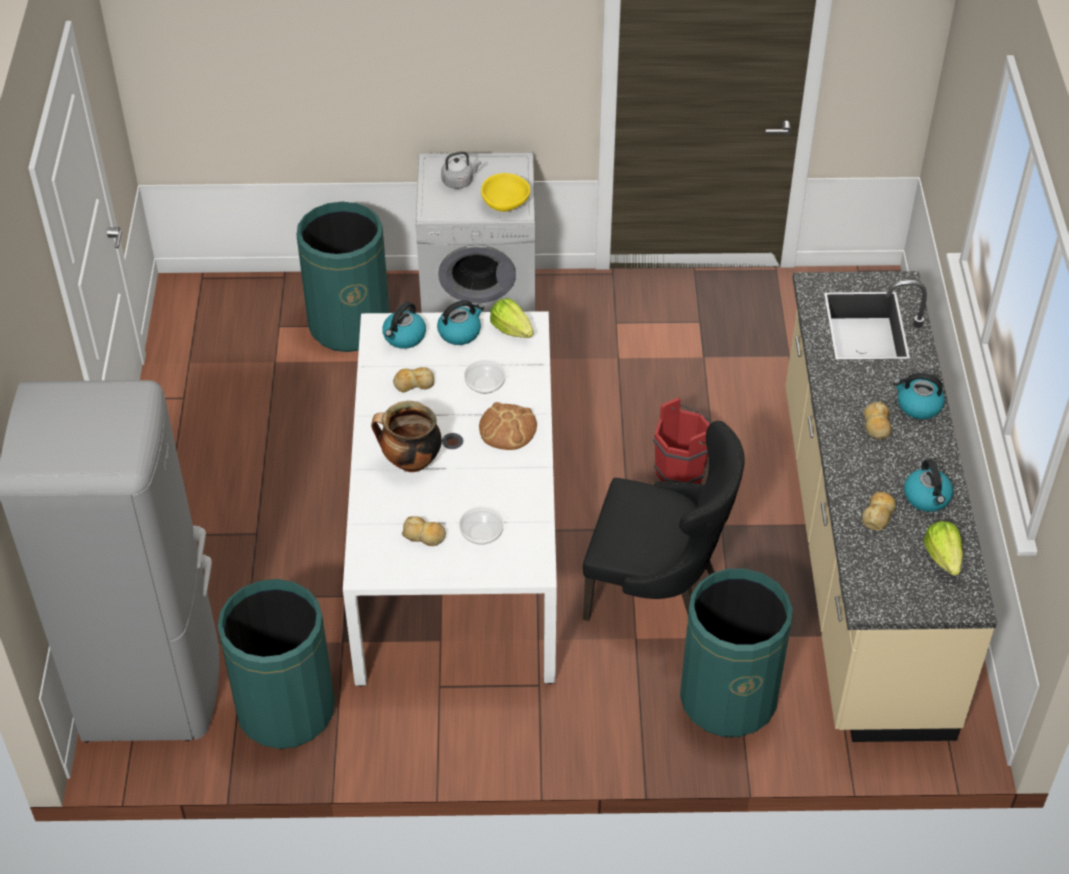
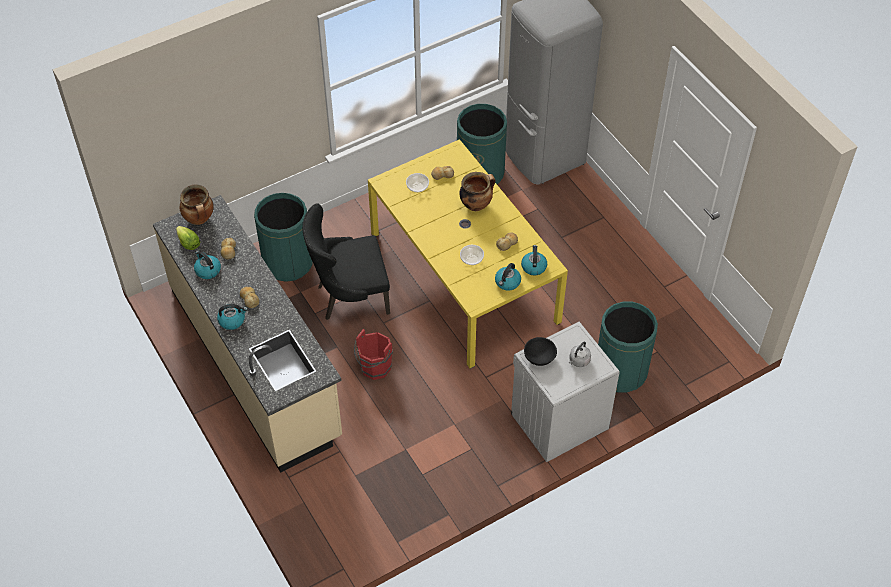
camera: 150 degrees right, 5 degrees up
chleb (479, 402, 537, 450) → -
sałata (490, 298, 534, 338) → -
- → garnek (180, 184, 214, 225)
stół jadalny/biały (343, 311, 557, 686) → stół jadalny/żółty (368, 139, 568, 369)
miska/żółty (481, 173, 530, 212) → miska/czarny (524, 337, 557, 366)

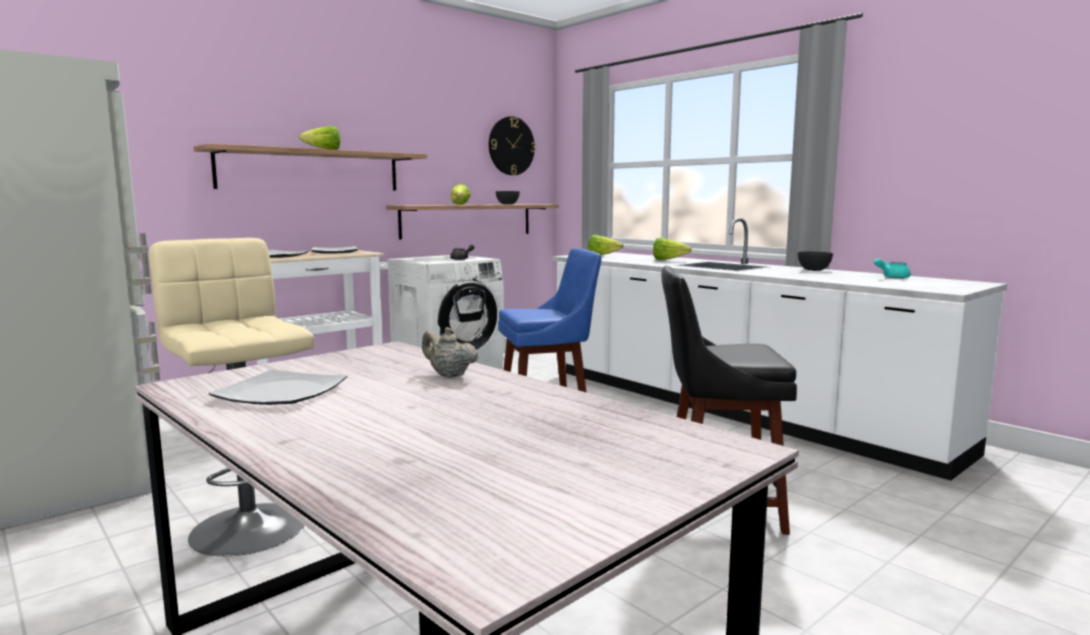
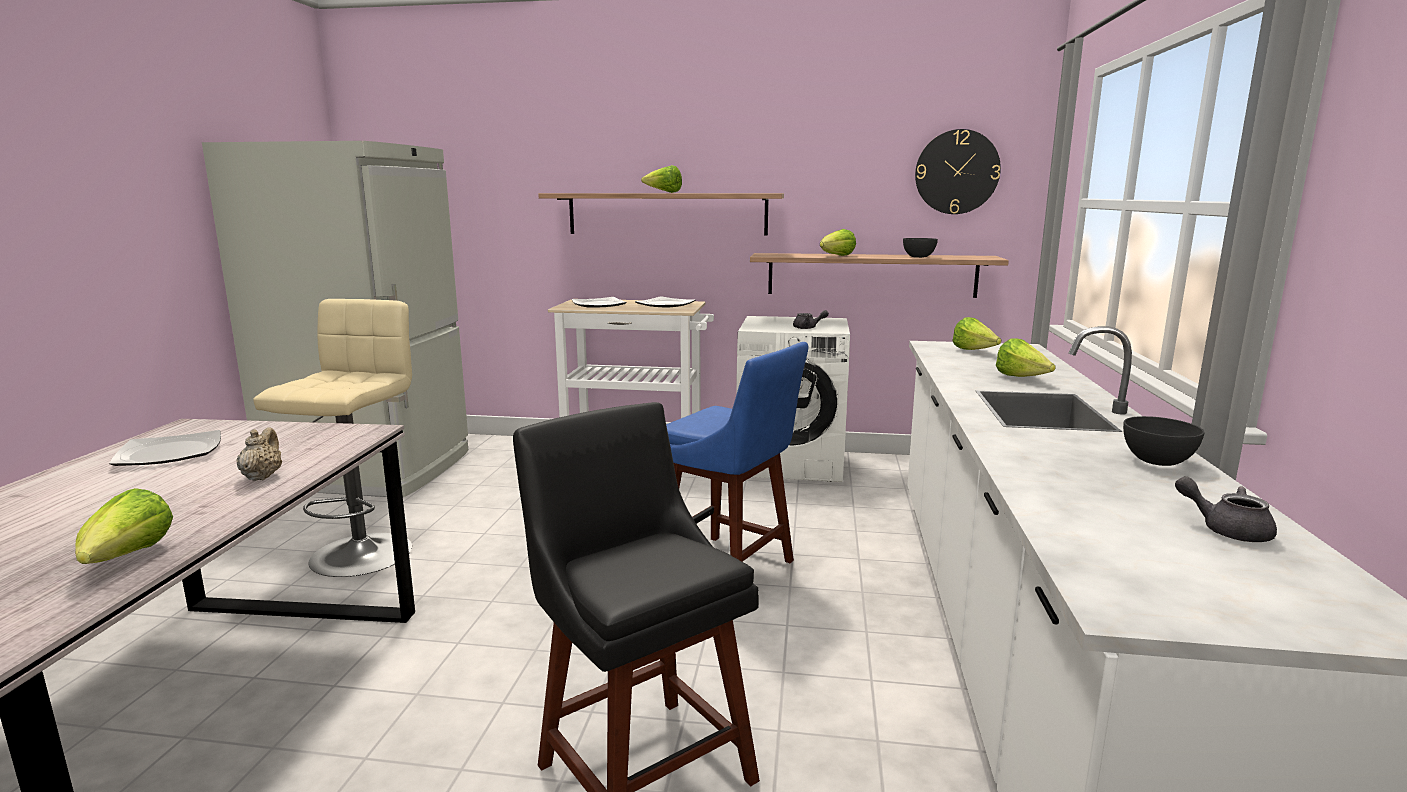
camera: 50 degrees right, 5 degrees up
- → sałata (75, 488, 173, 564)
imbryk/turkusowy (874, 258, 911, 279) → imbryk/szary (1175, 476, 1277, 542)

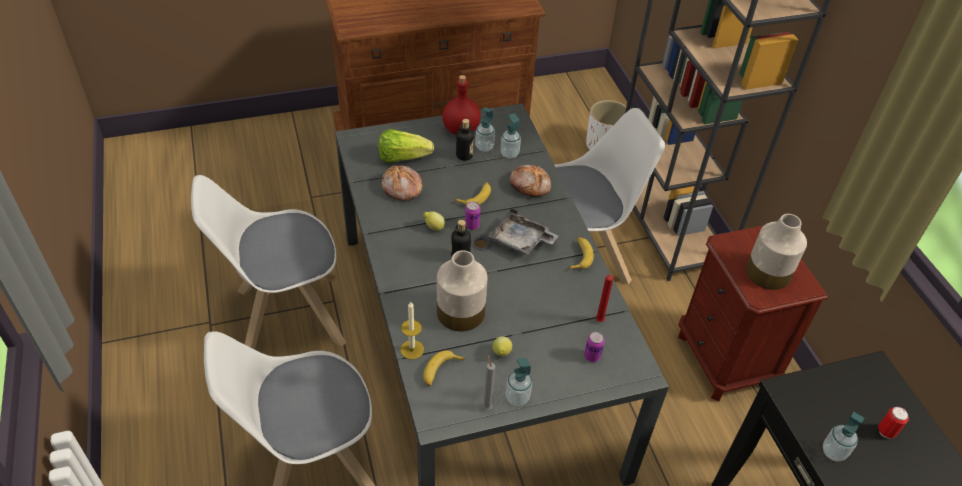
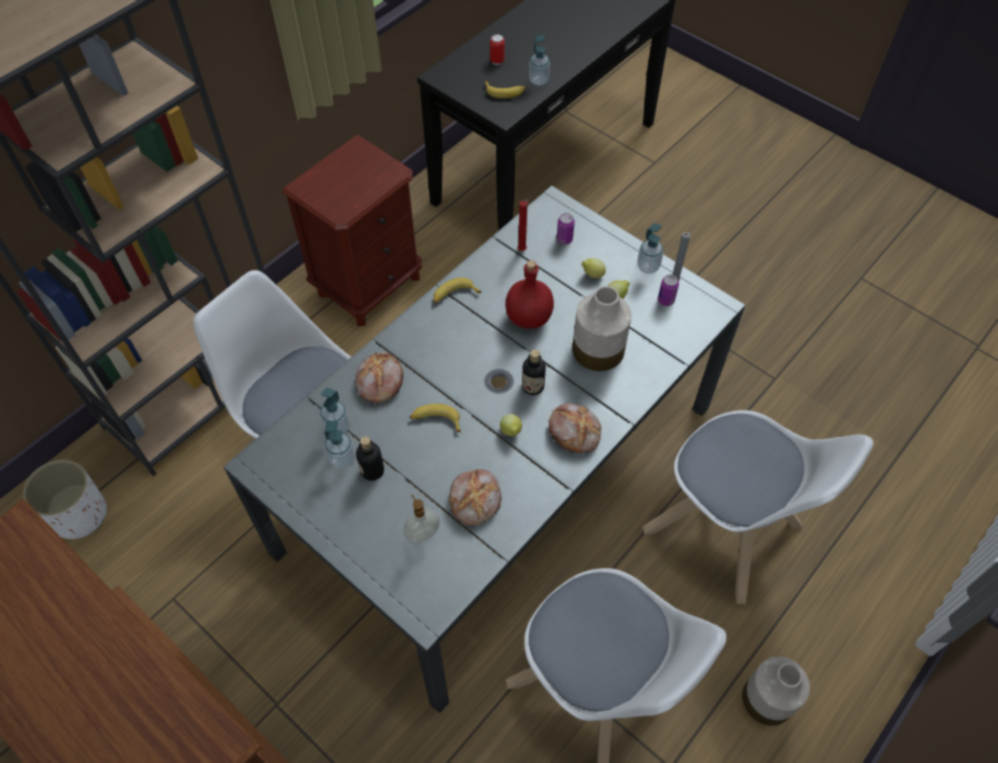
camera: 120 degrees left, 10 degrees up
świeca (400, 302, 424, 359) → -
taca/szary (488, 208, 559, 255) → -
- → chleb (548, 403, 601, 453)
- → cytryna (581, 258, 606, 278)
banan (423, 350, 465, 386) → banan (484, 81, 526, 99), move
butelka/czerwony (442, 75, 481, 135) → butelka/czerwony (505, 260, 554, 329), move
puszka (465, 201, 480, 230) → puszka (658, 274, 679, 306), move
wazon/beżowy (746, 214, 807, 290) → wazon/beżowy (742, 656, 810, 726), move
sałata (378, 129, 434, 163) → dozownik mydła (404, 495, 440, 544)

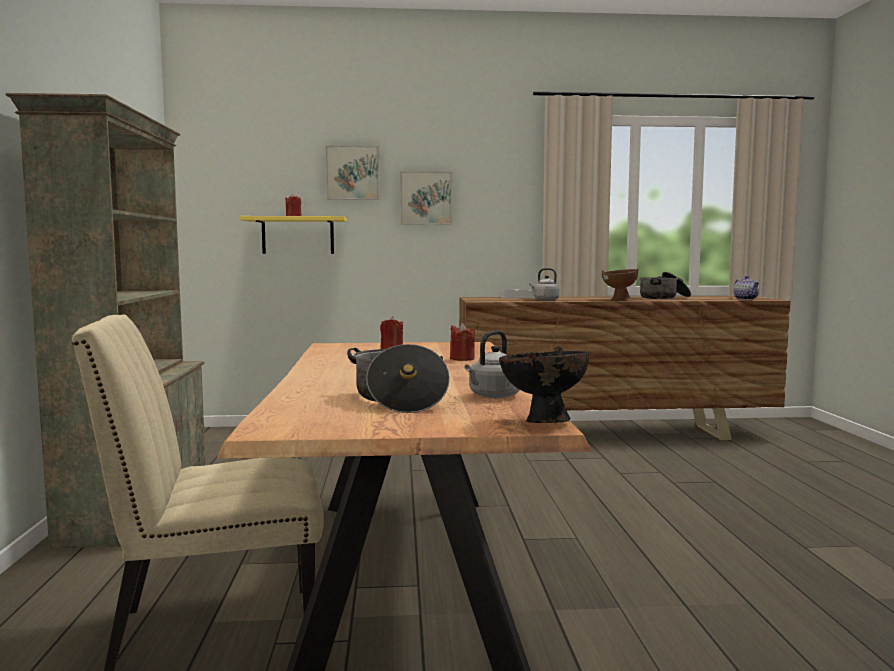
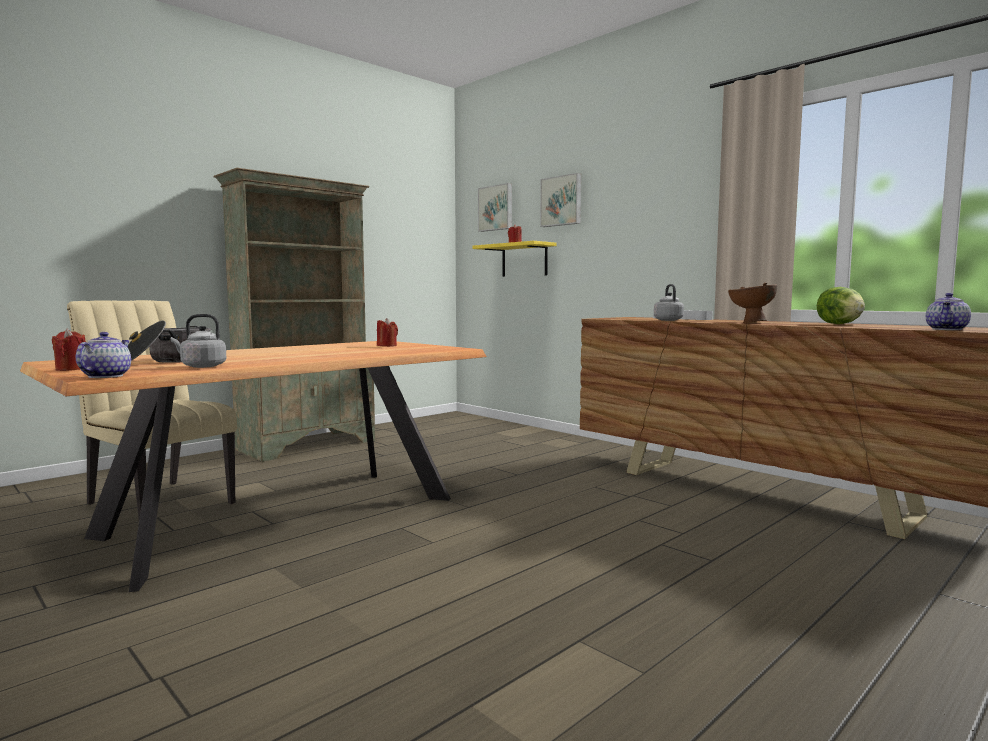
camera: 50 degrees right, 0 degrees up
obraz (400, 171, 452, 224) → obraz (478, 183, 512, 232), move
świeca/czerwony (450, 323, 475, 361) → świeca/czerwony (51, 329, 86, 371), move
miska/czarny (499, 346, 589, 423) → imbryk (76, 332, 131, 378)
garnek (639, 272, 691, 299) → sałata (817, 287, 865, 324)

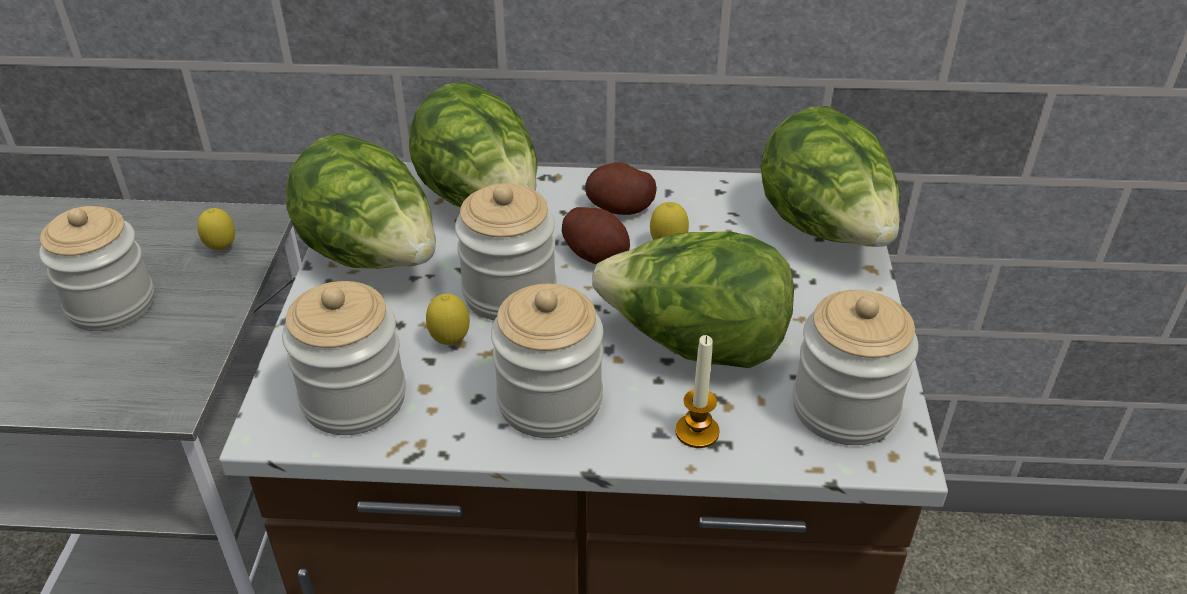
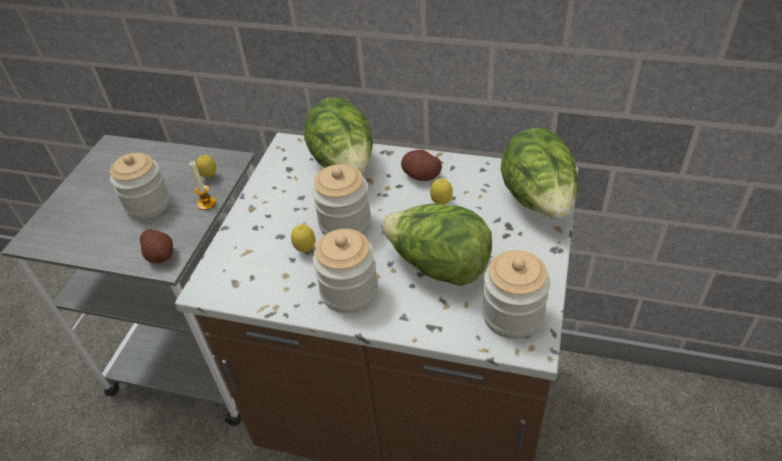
camera: 15 degrees right, 5 degrees up
słoik (282, 281, 406, 435) → -
sałata (285, 133, 436, 268) → -
ziemniak (562, 207, 630, 264) → ziemniak (140, 229, 173, 263), move
świeca (675, 335, 720, 448) → świeca (190, 161, 216, 210), move

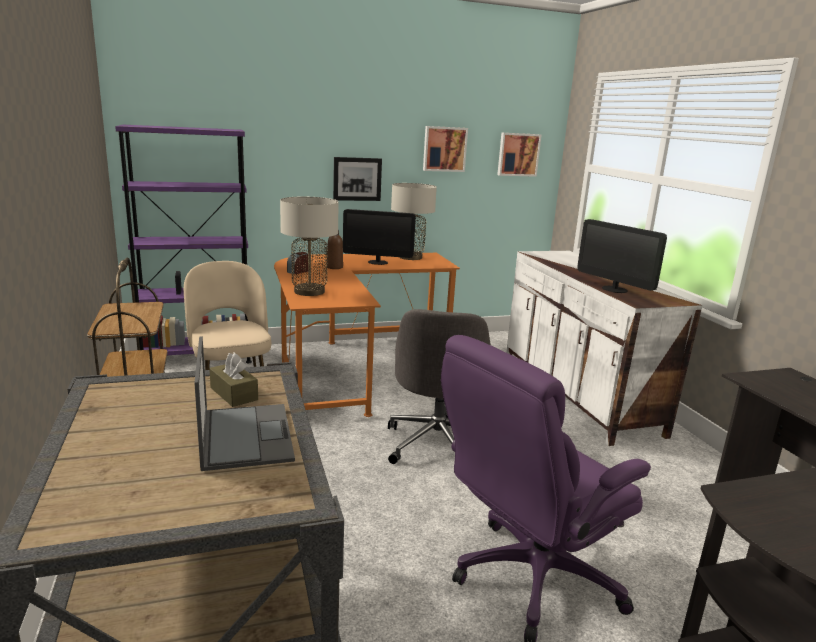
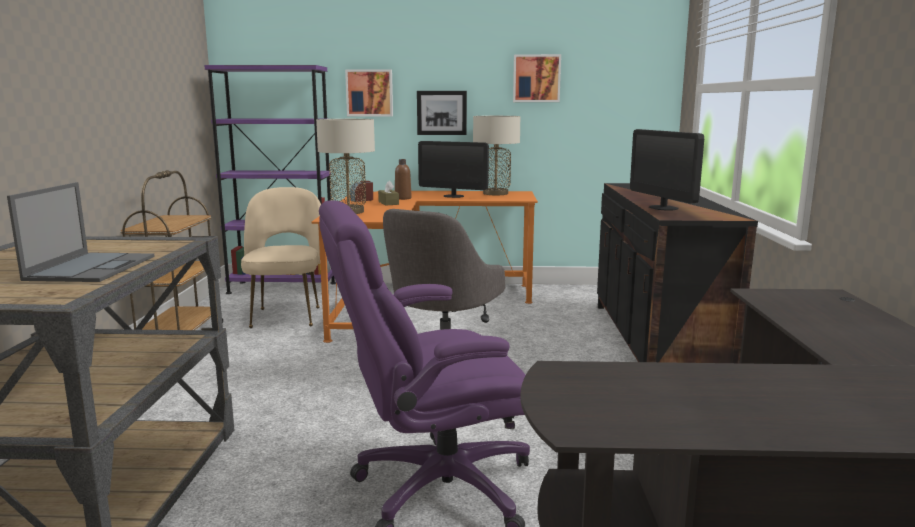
camera: 20 degrees right, 5 degrees down
pudełko chusteczek/brązowy (209, 353, 258, 407) → pudełko chusteczek/brązowy (378, 181, 399, 206), move
obraz (497, 133, 541, 177) → obraz (345, 70, 393, 116), move
szafka/biały (506, 251, 703, 446) → szafka/czarny (597, 183, 758, 363)

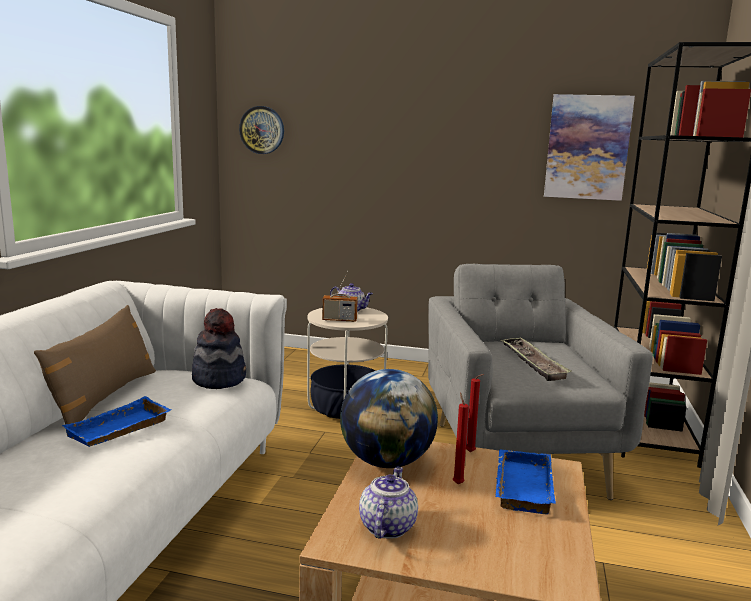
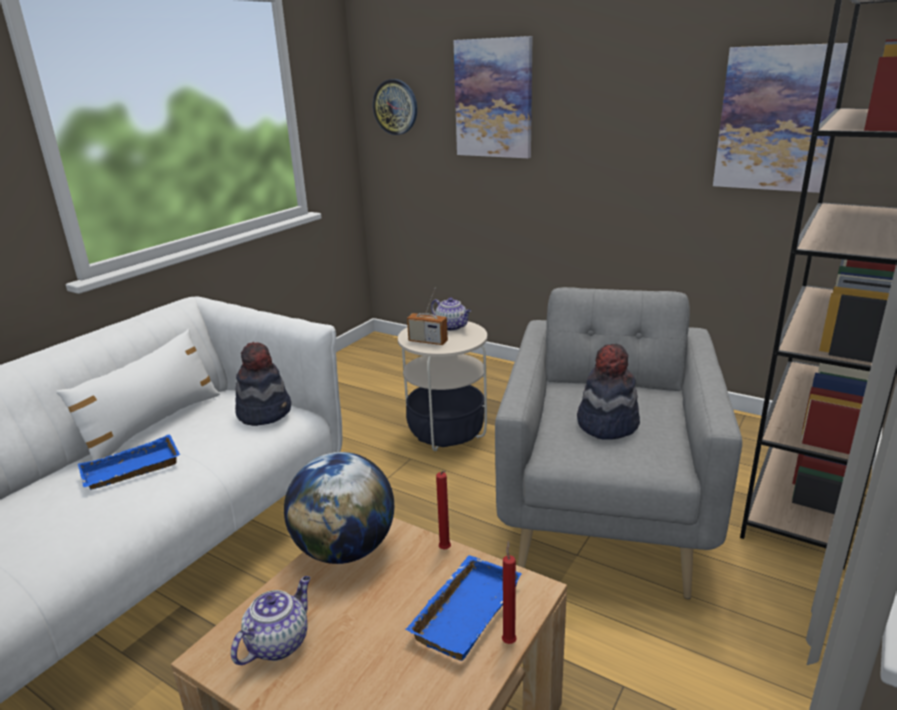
camera: 20 degrees right, 10 degrees up
- → obraz (453, 36, 532, 158)
świeca/czerwony (453, 392, 469, 484) → świeca/czerwony (502, 540, 517, 644), move
taca (501, 337, 572, 381) → kapelusz (577, 344, 640, 439)
poduszka/brązowy (34, 305, 156, 425) → poduszka/biały (56, 329, 220, 461)

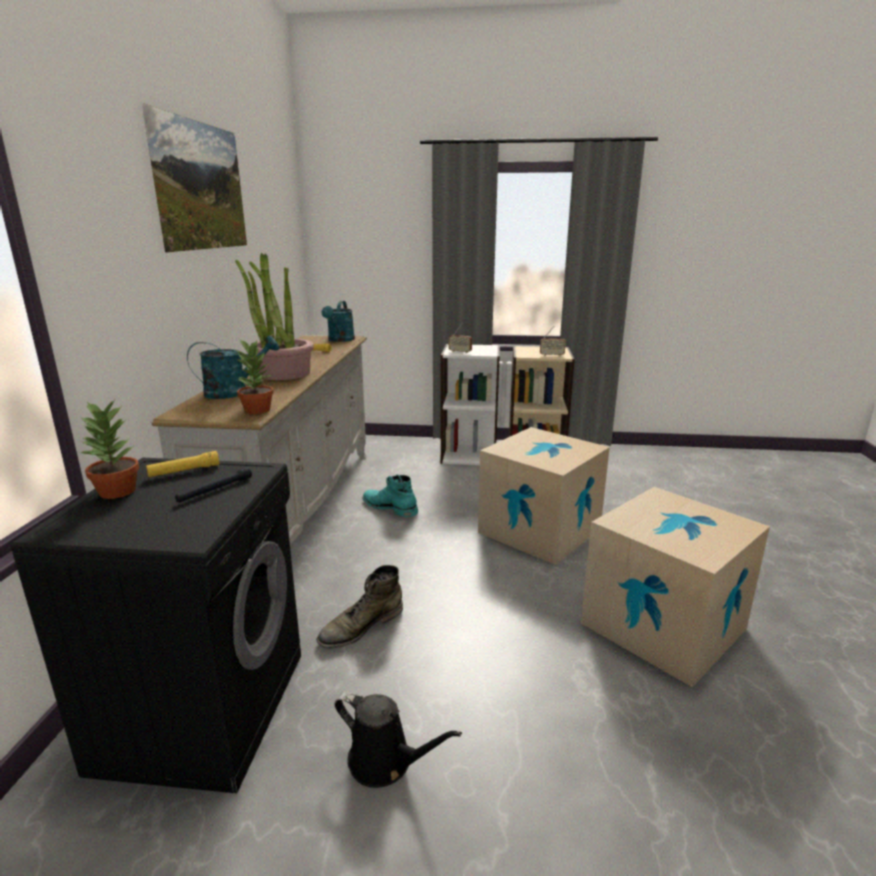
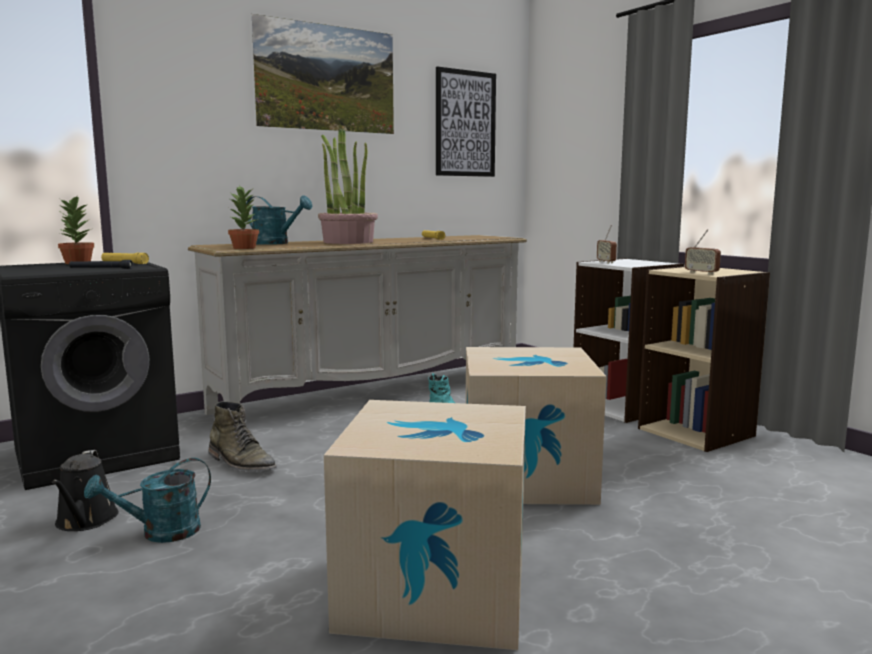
camera: 50 degrees right, 10 degrees down
- → obraz (436, 67, 496, 177)
konewka/turkusowy (321, 301, 355, 342) → konewka/turkusowy (84, 458, 211, 543), move
but z cholewką/zielony (317, 565, 403, 649) → but z cholewką/zielony (208, 401, 277, 471), 150 degrees counterclockwise

